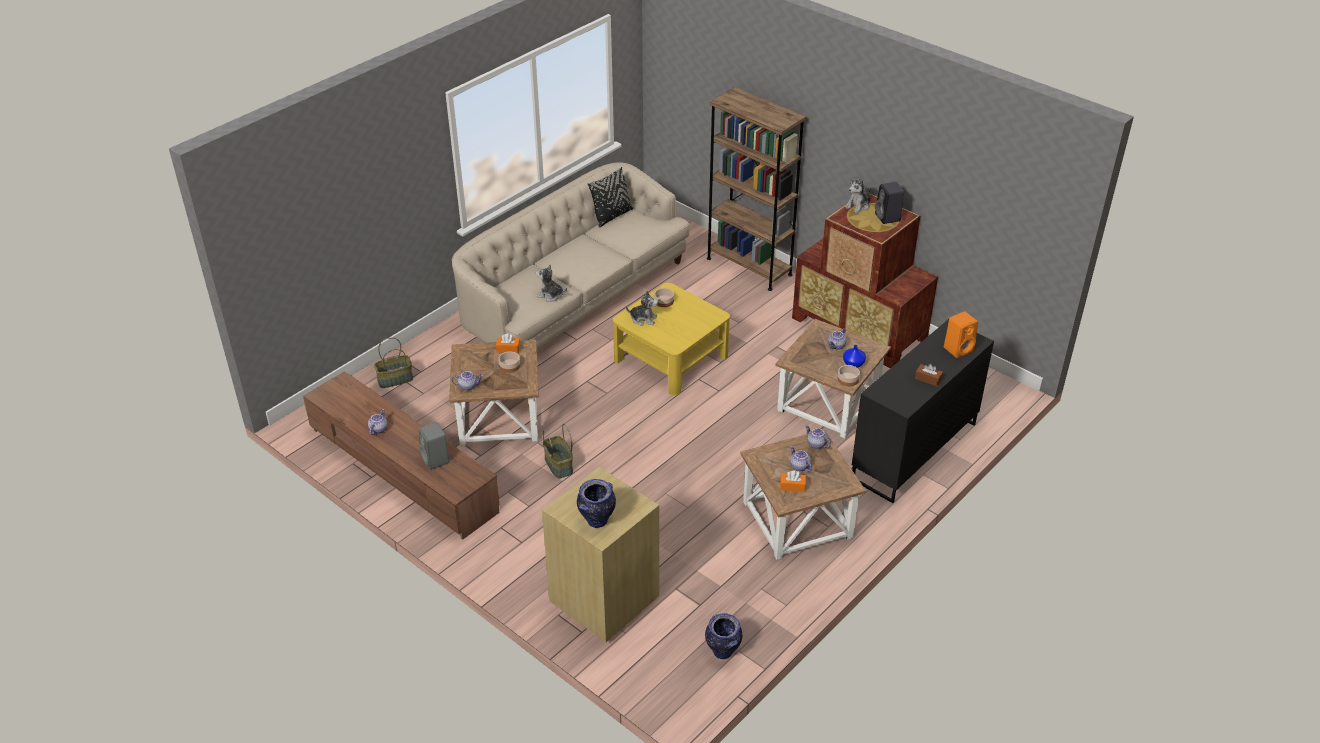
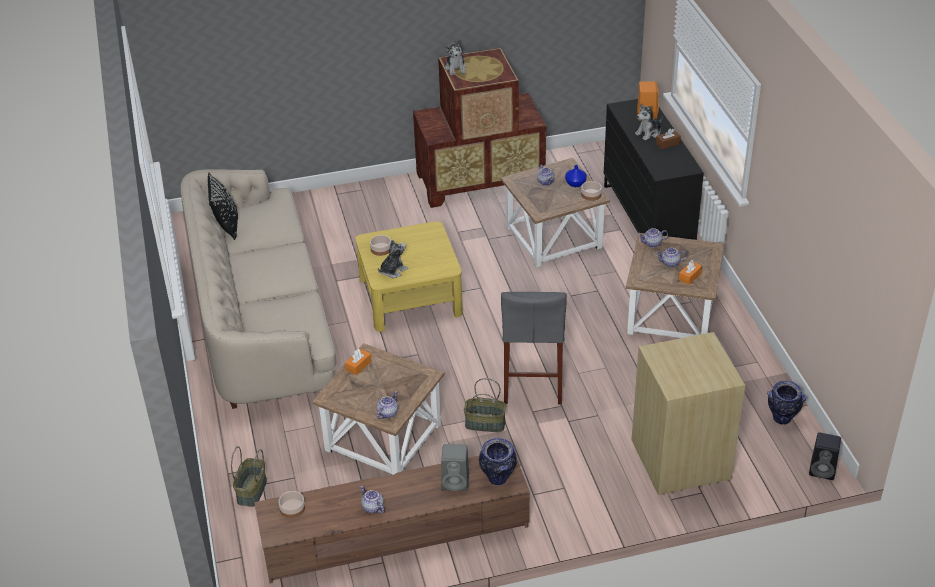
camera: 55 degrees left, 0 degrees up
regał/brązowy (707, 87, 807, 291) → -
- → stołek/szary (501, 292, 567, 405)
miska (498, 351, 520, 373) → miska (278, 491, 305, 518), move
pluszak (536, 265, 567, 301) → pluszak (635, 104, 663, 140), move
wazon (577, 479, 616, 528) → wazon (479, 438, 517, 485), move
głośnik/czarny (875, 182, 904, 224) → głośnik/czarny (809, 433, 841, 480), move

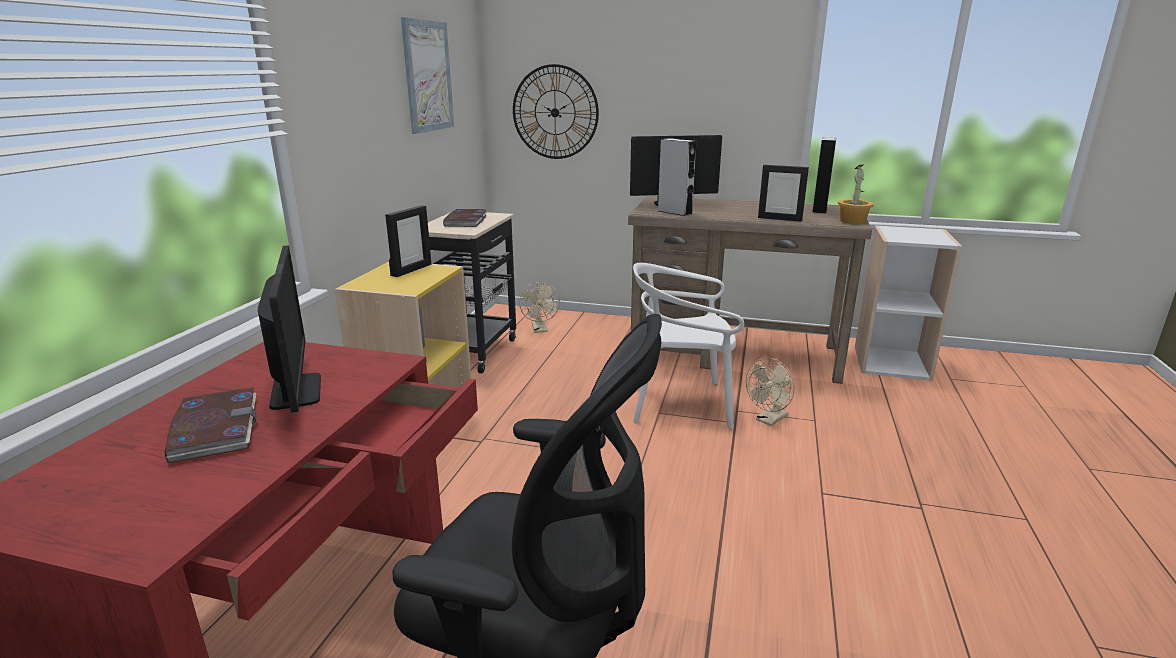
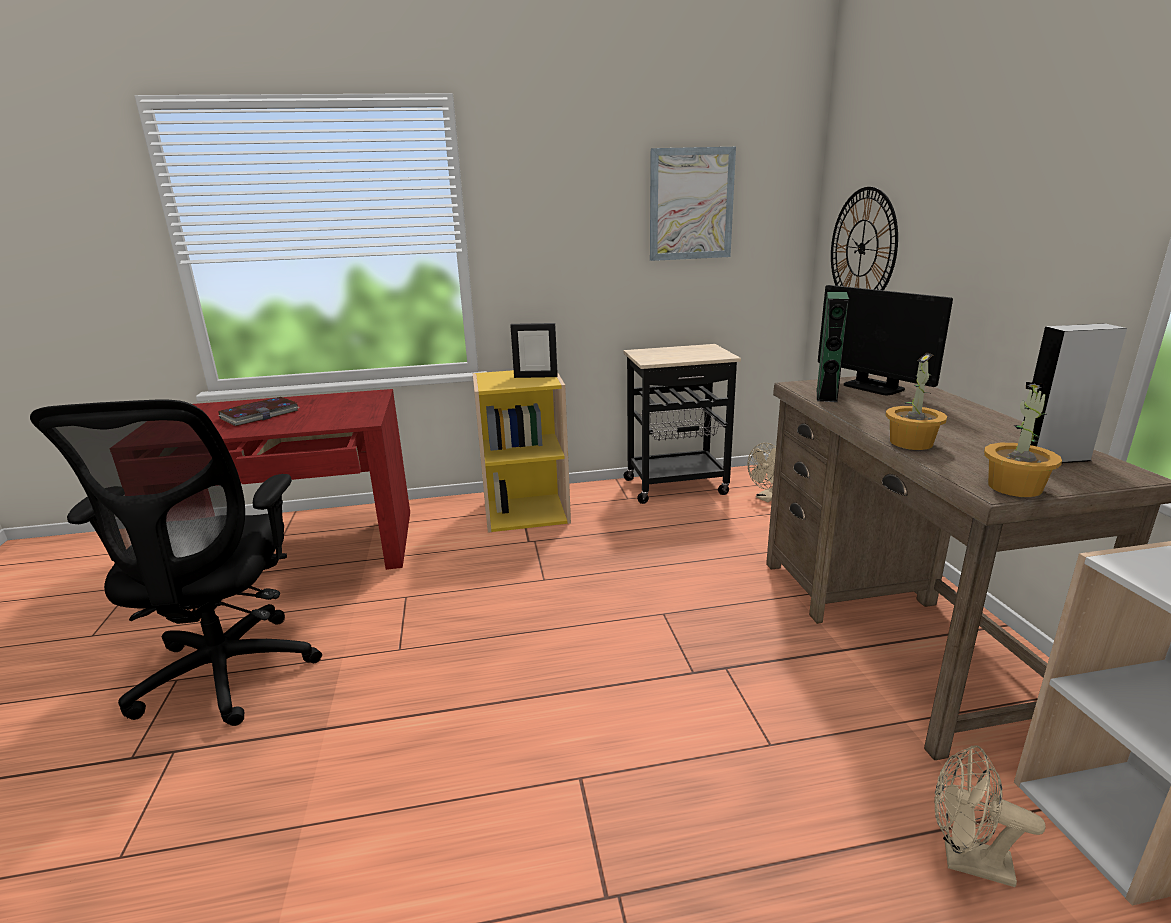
camera: 65 degrees right, 0 degrees up
monitor (258, 245, 321, 413) → -
książka (443, 209, 487, 227) → -
krzesło/biały (633, 263, 744, 429) → -
wentylator/beżowy (746, 358, 795, 426) → wentylator/beżowy (934, 745, 1045, 887), move
ramka na zdjęcie (758, 165, 809, 222) → roślina doniczkowa (885, 352, 947, 450)
głośnik/szary (658, 138, 696, 216) → głośnik/zielony (816, 292, 849, 402)

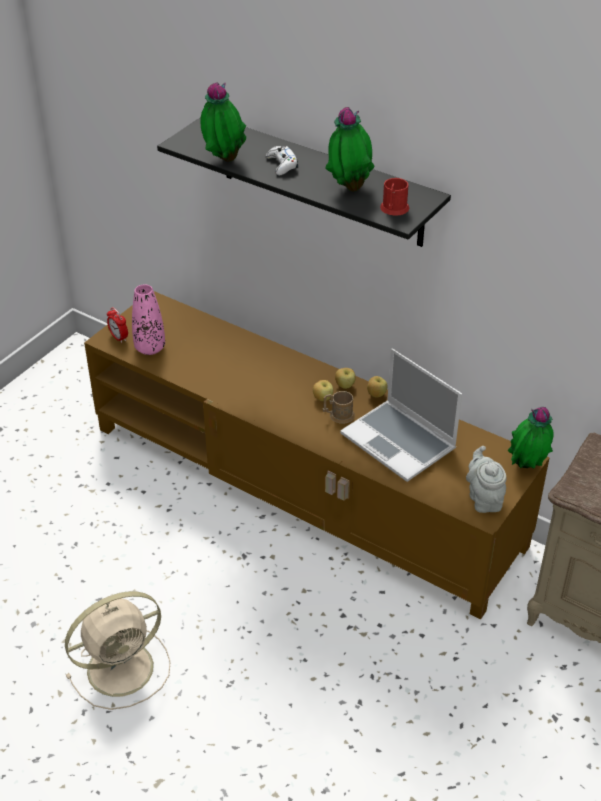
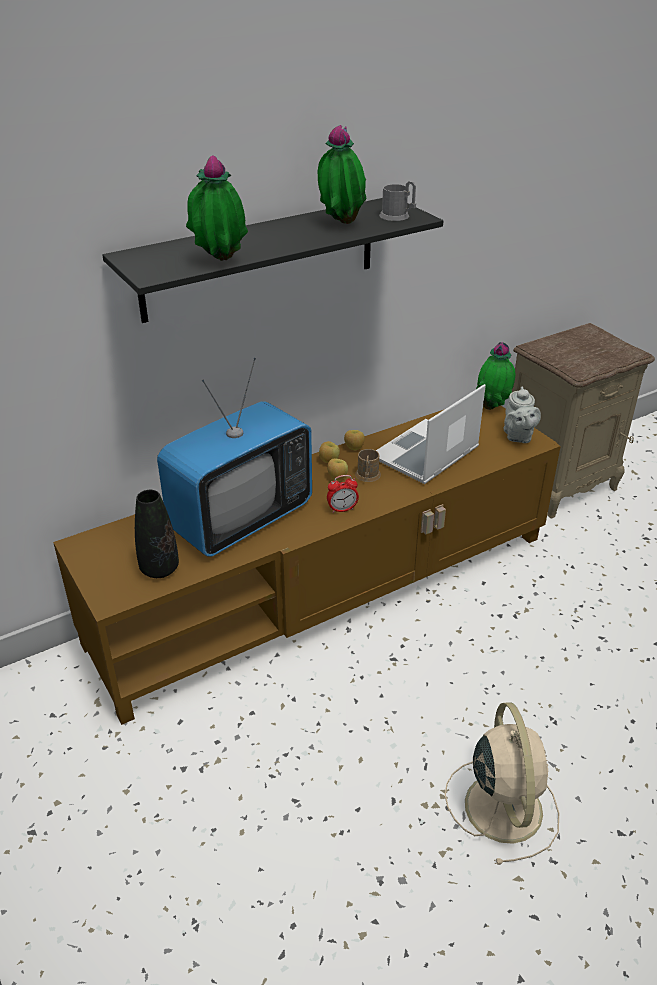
camera: 65 degrees left, 5 degrees down
pad do gier/biały (265, 146, 298, 175) → -
- → telewizor (157, 358, 312, 557)
budzik (107, 307, 128, 343) → budzik (327, 475, 359, 513), move
wazon/różowy (132, 285, 165, 355) → wazon/czarny (135, 490, 179, 578)
kubek/czerwony (380, 178, 409, 216) → kubek/szary (379, 181, 416, 221)
laptop (340, 348, 462, 482) → laptop (376, 384, 486, 484), 150 degrees clockwise
imbryk/szary (466, 446, 507, 513) → imbryk/szary (504, 386, 541, 443), 105 degrees counterclockwise

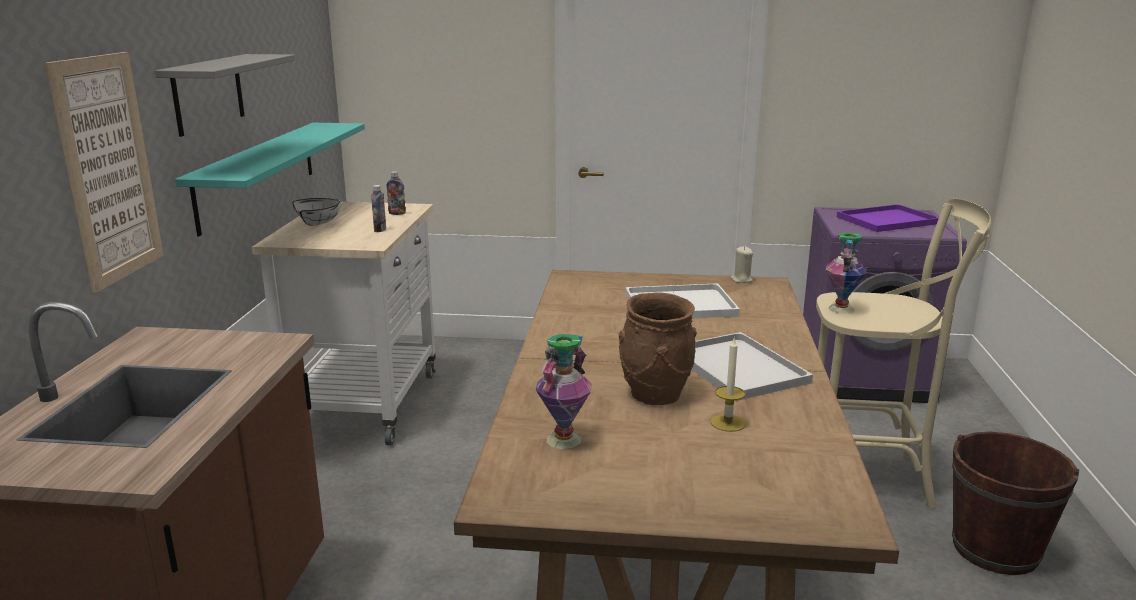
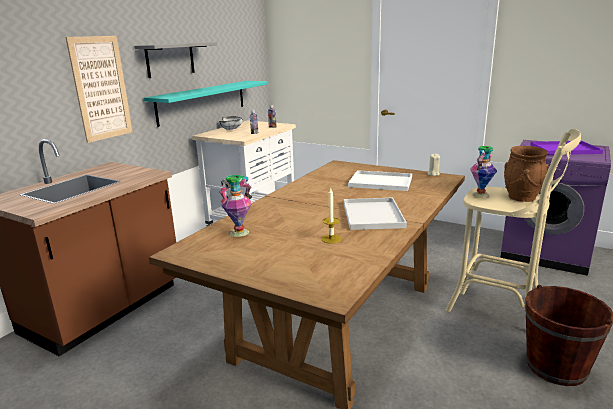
camera: 25 degrees right, 0 degrees up
wazon/brązowy (619, 293, 697, 405) → wazon/brązowy (504, 146, 549, 202), move

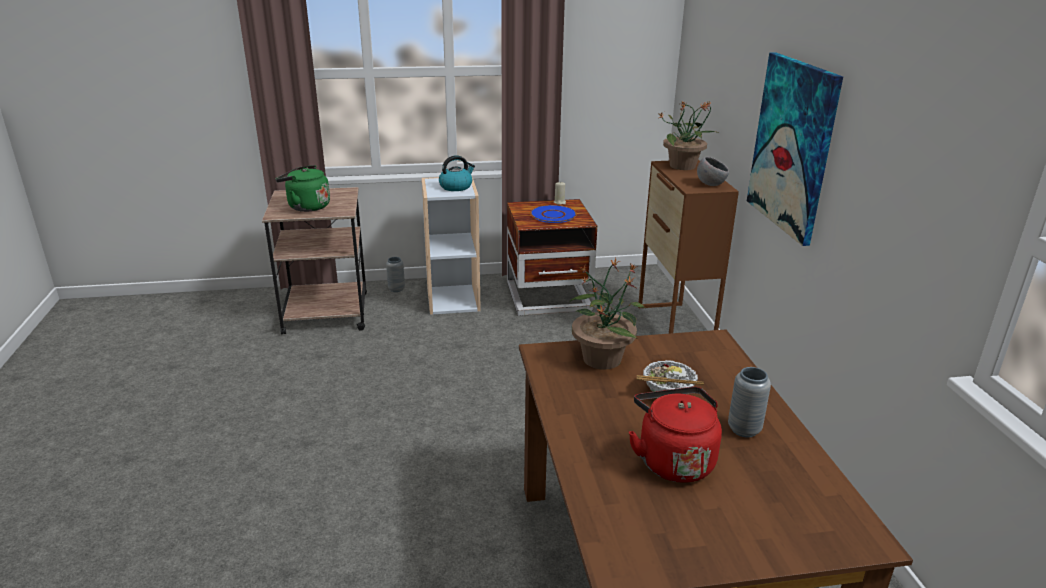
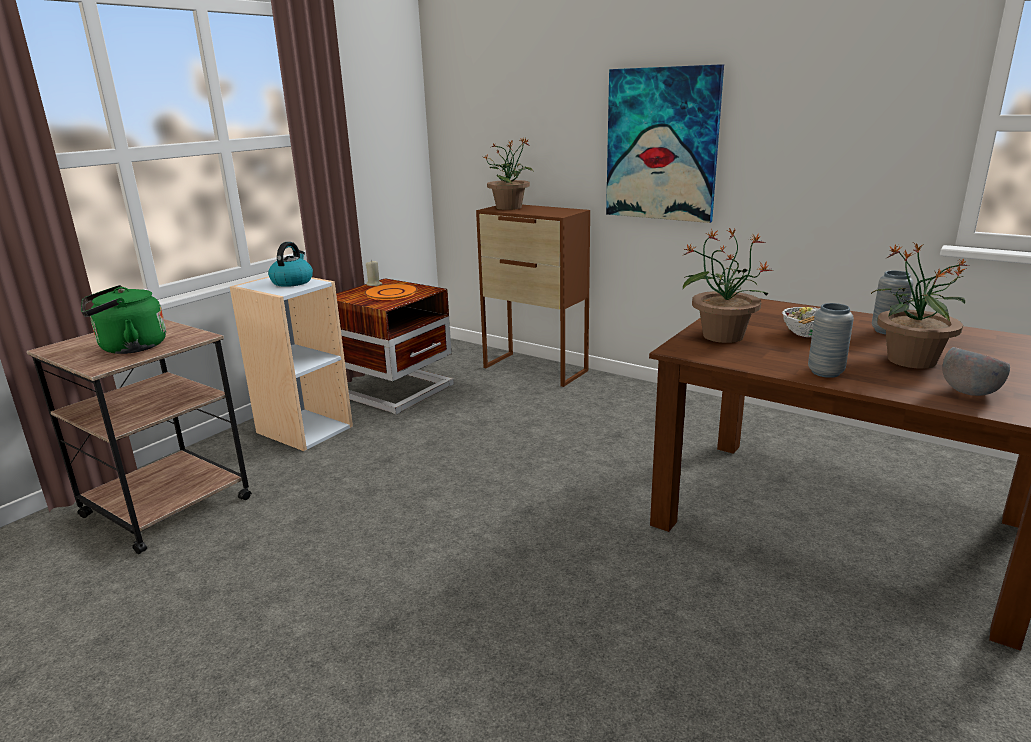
camera: 45 degrees left, 5 degrees down
wazon/szary (386, 257, 405, 292) → wazon/szary (808, 303, 854, 378), move
miska/szary (697, 157, 729, 186) → miska/szary (942, 347, 1010, 396), move
czajnik/czerwony (628, 387, 722, 482) → roślina doniczkowa (870, 243, 969, 369)
talerz/niebieski (530, 205, 577, 223) → talerz/pomarańczowy (364, 284, 418, 300)

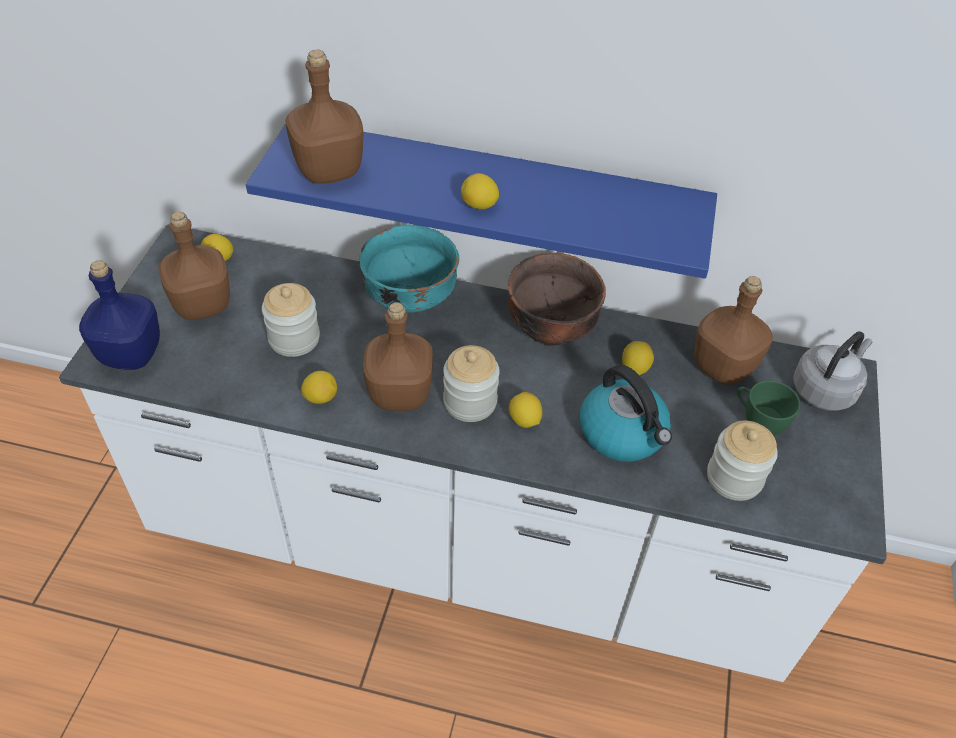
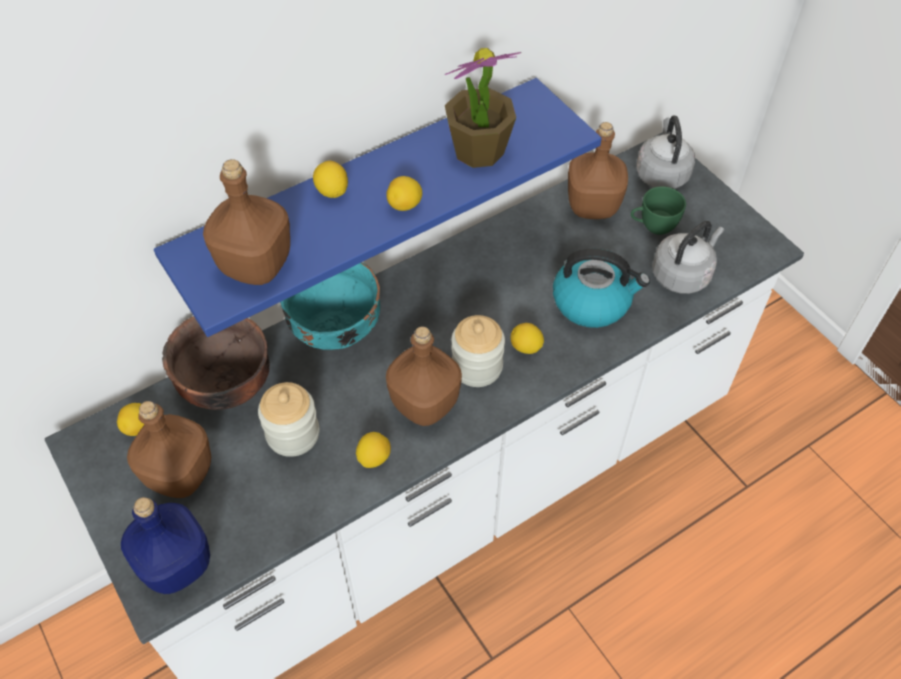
camera: 45 degrees left, 5 degrees up
- → roślina doniczkowa (445, 48, 521, 168)
miska/brązowy (508, 253, 606, 346) → miska/brązowy (162, 316, 270, 410), move
cytryna (622, 341, 654, 375) → cytryna (313, 161, 348, 198), move
słoik (707, 421, 778, 501) → czajnik/szary (652, 221, 724, 294)

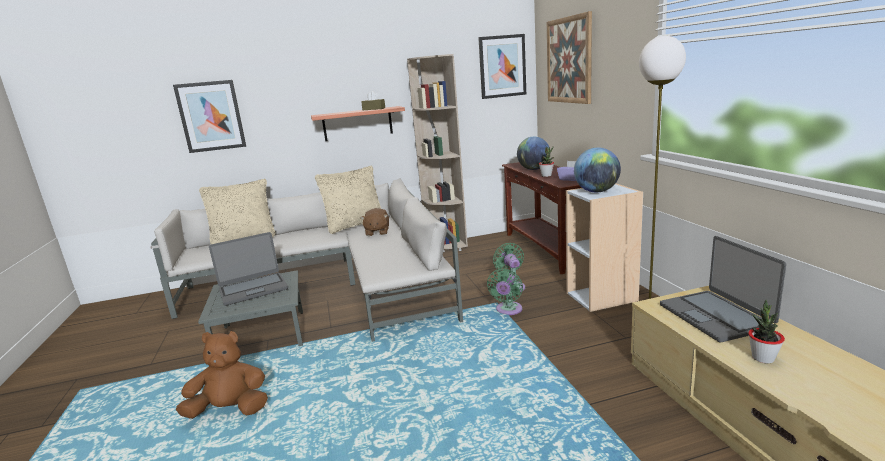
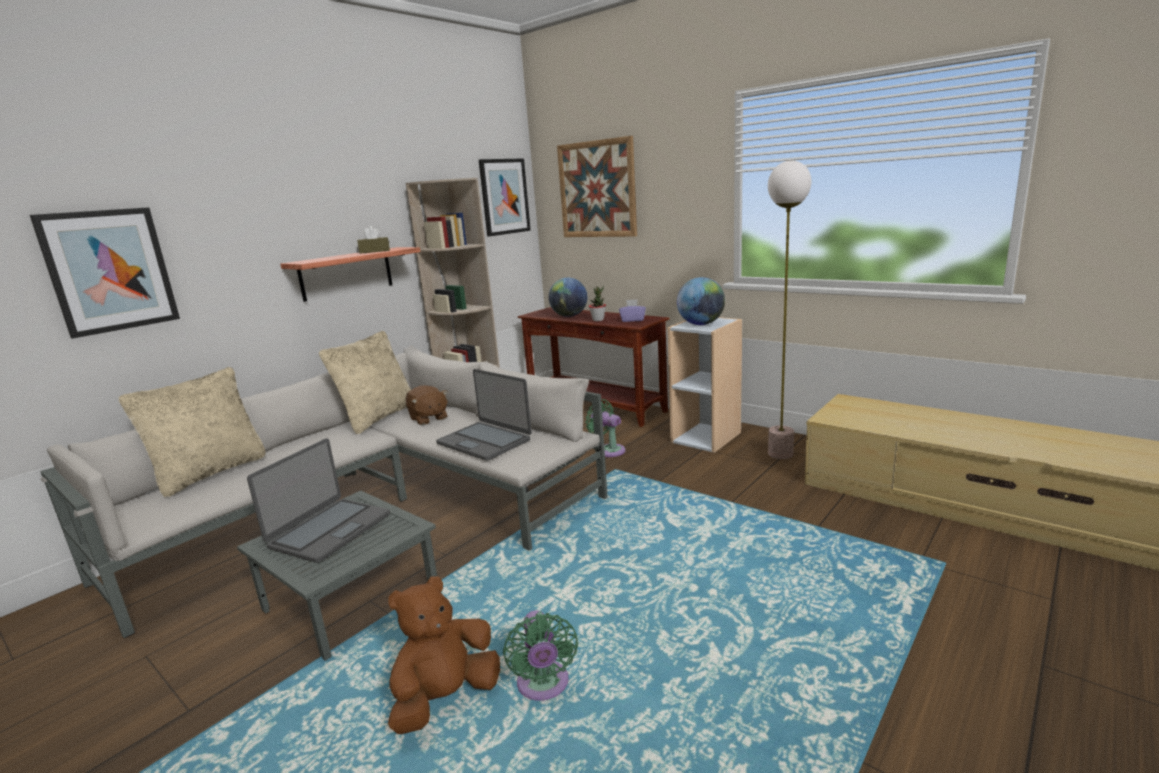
camera: 35 degrees left, 0 degrees up
roślina doniczkowa (748, 300, 785, 363) → -
wentylator/zielony (487, 268, 523, 315) → wentylator/zielony (503, 610, 578, 701), move
laptop (660, 236, 786, 342) → laptop (436, 369, 532, 461), move

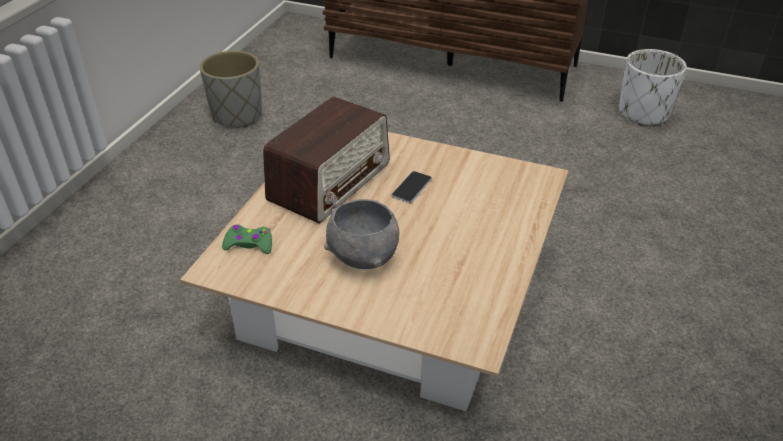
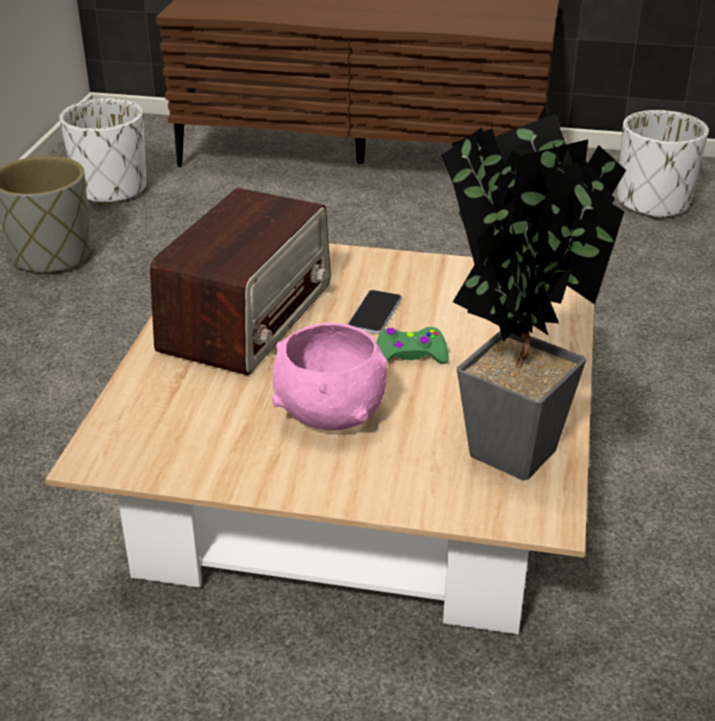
camera: 10 degrees left, 5 degrees down
- → donica/biały (59, 98, 146, 205)
- → roślina doniczkowa (441, 104, 626, 480)
pad do gier/zielony (222, 225, 272, 254) → pad do gier/zielony (377, 327, 449, 364), move
miska/szary (324, 199, 399, 269) → miska/różowy (272, 322, 388, 431)

